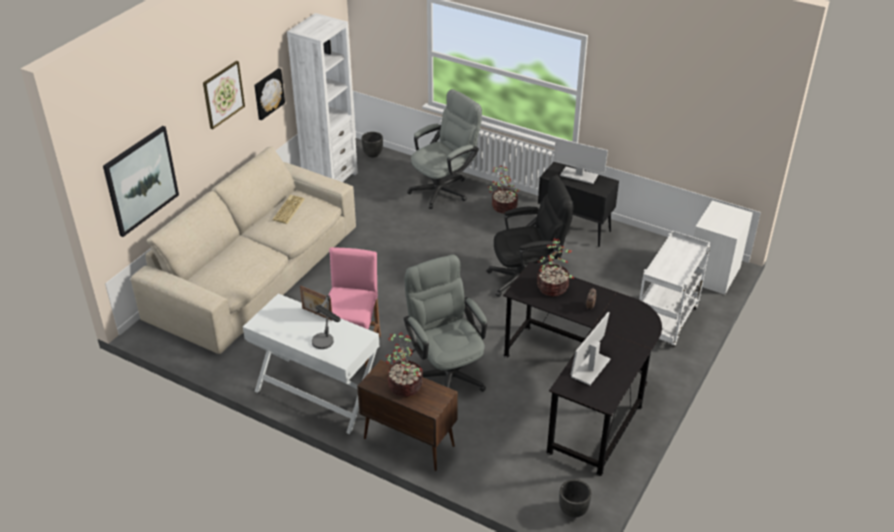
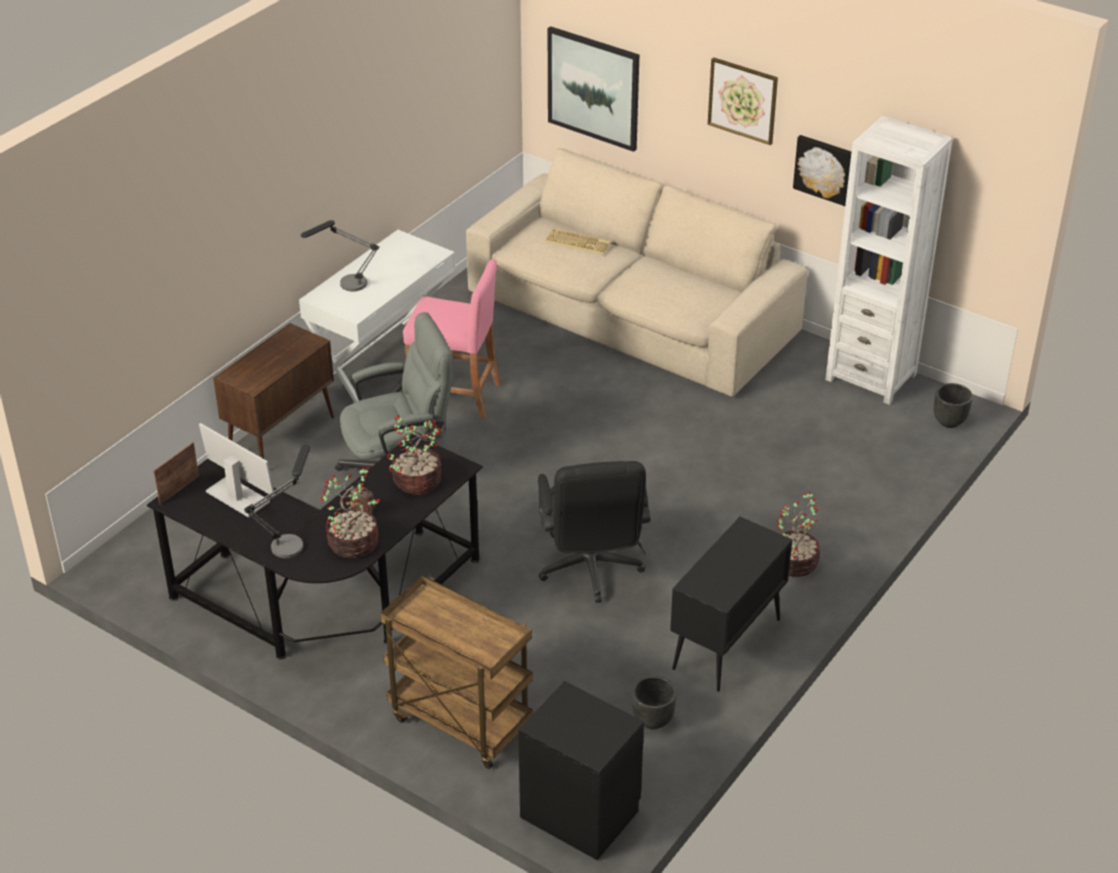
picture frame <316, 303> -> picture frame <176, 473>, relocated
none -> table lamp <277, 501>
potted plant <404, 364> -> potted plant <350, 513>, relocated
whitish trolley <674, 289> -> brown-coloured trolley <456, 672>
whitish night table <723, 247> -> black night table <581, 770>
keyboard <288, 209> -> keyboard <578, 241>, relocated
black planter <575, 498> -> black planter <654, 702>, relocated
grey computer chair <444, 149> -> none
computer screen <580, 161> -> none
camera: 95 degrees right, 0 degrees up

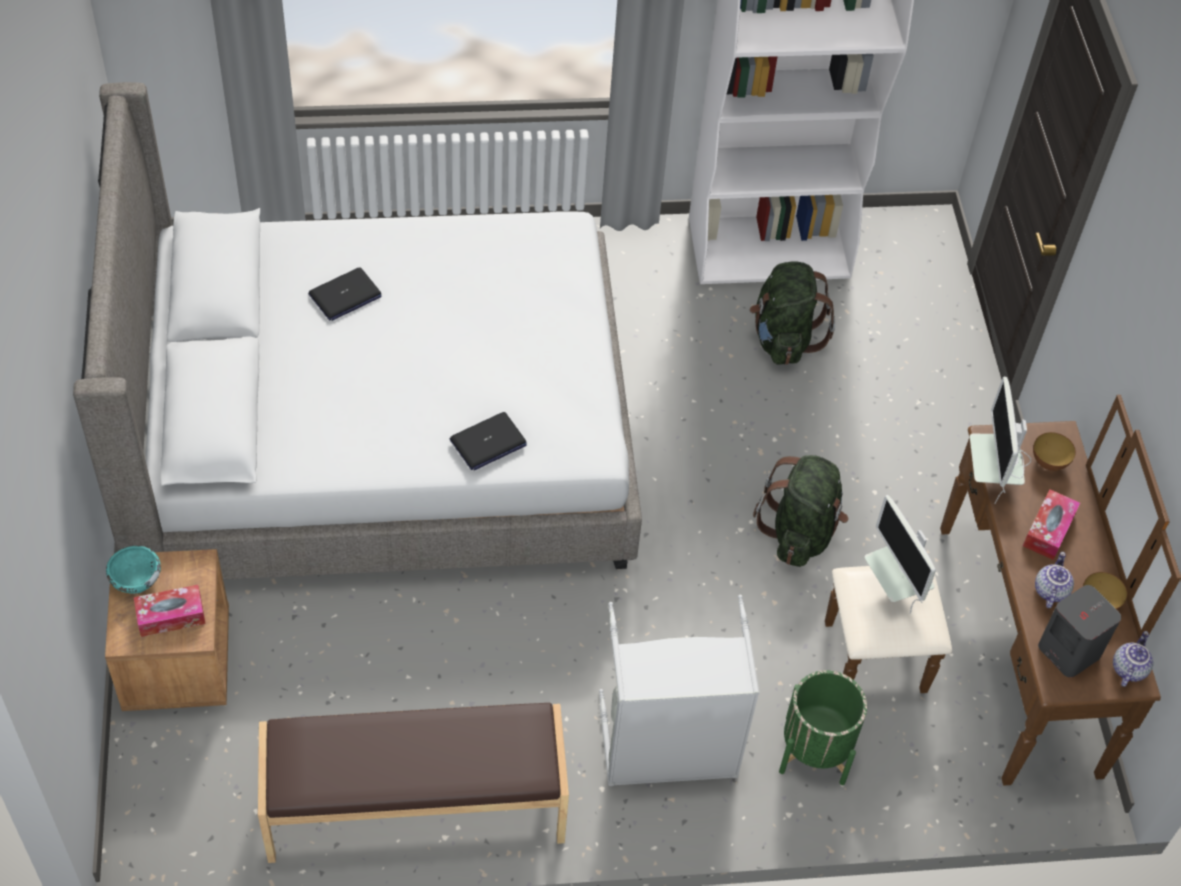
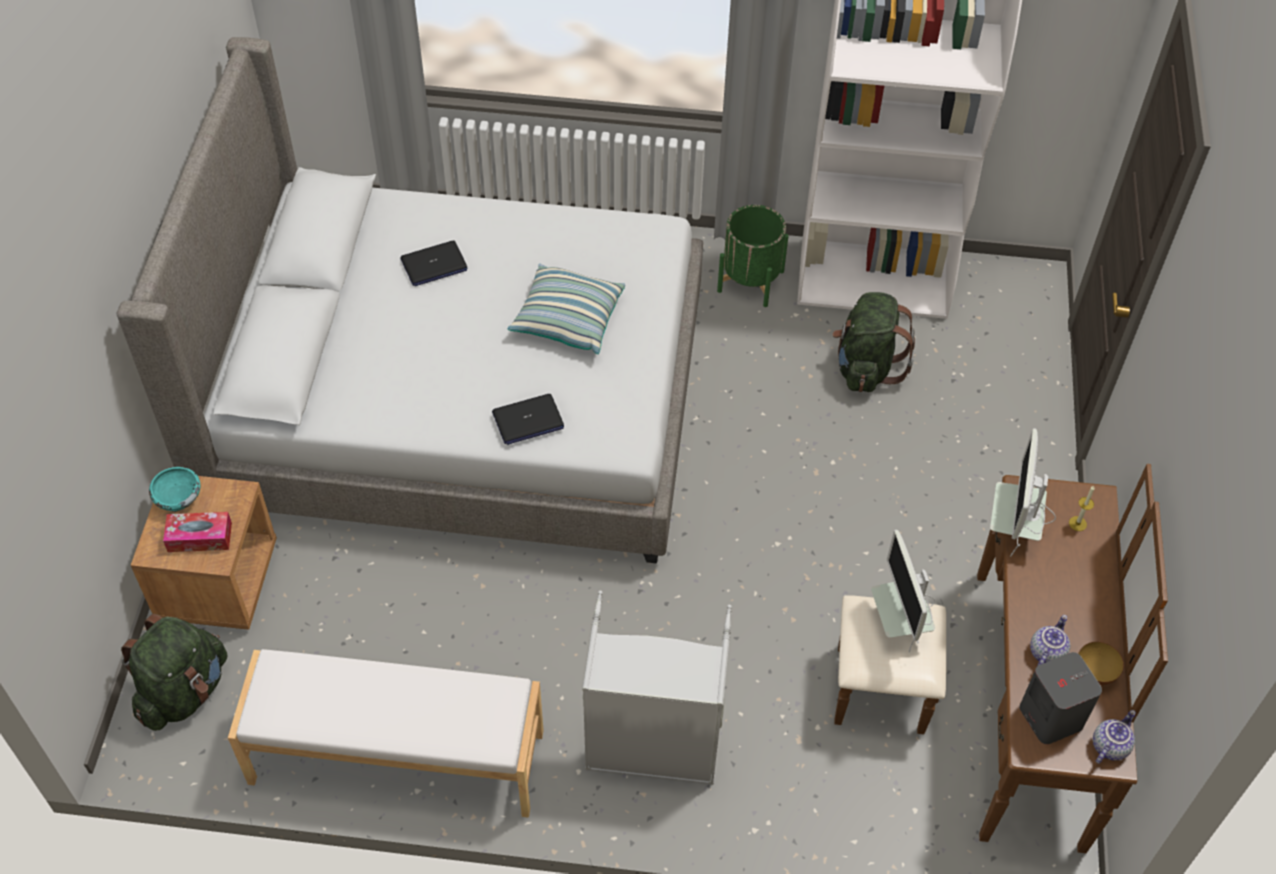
green knapsack <800, 511> -> green knapsack <174, 672>, relocated
brown-coloured bench <413, 783> -> whitish bench <386, 733>
none -> pillow <566, 309>
green planter <823, 727> -> green planter <753, 256>, relocated
deep dish <1054, 451> -> wax candle <1082, 508>
tissue box <1051, 524> -> none
camera: 15 degrees right, 0 degrees up

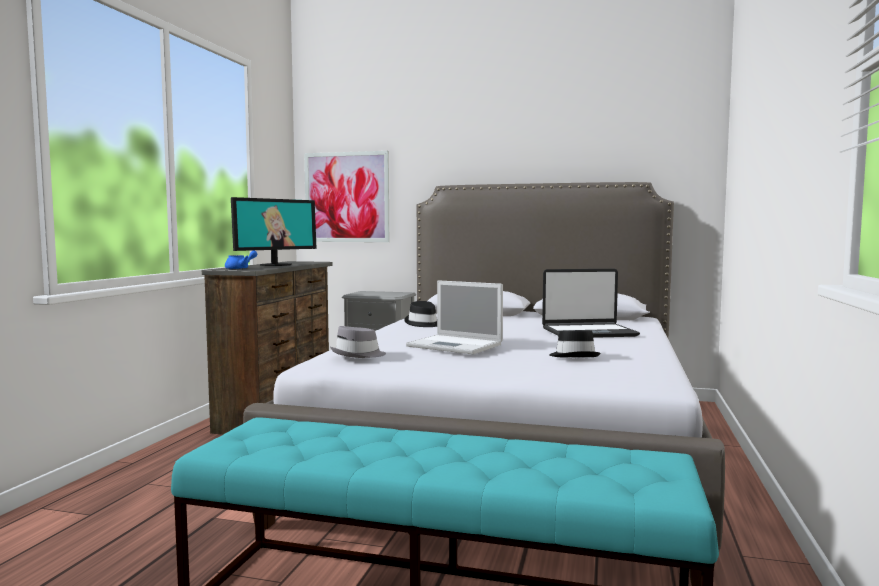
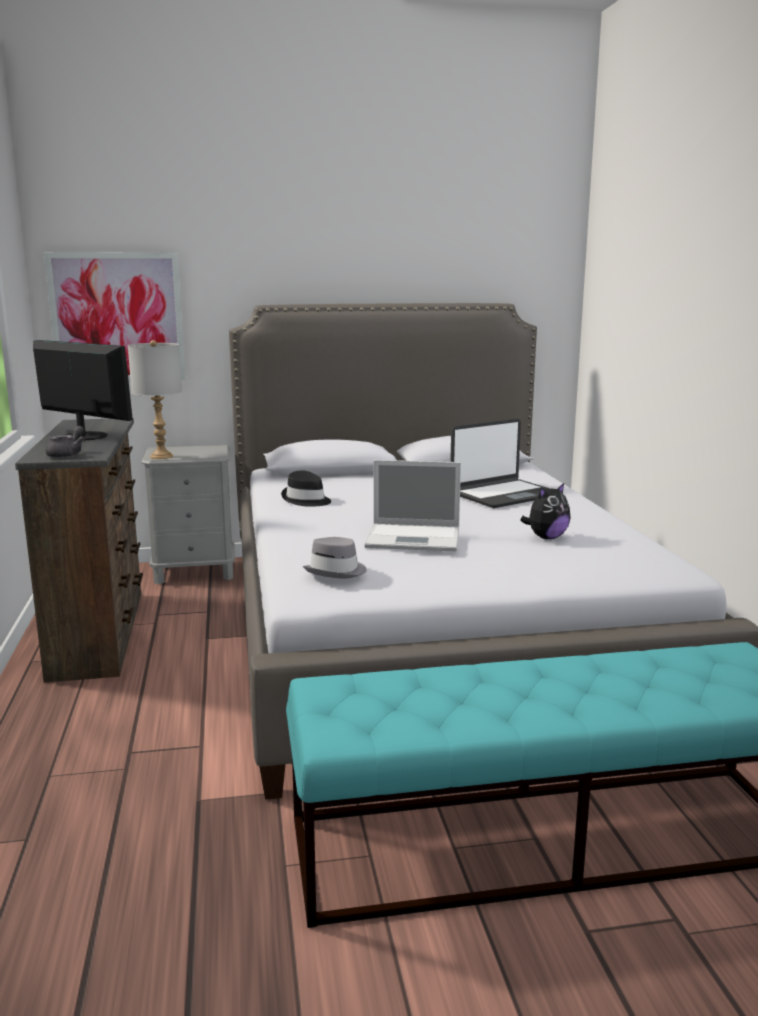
computer screen <274, 231> -> computer screen <83, 390>, 75 degrees counterclockwise
blue-coloured pot for tea <241, 260> -> grey pot for tea <65, 442>
none -> grey table lamp <155, 399>
black hat <575, 343> -> soft toy <545, 511>
camera: 25 degrees left, 10 degrees up

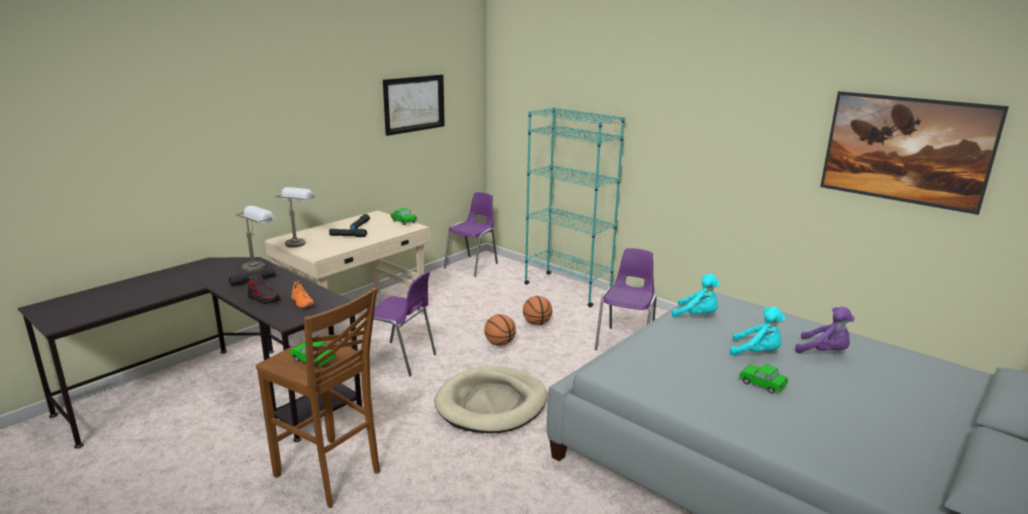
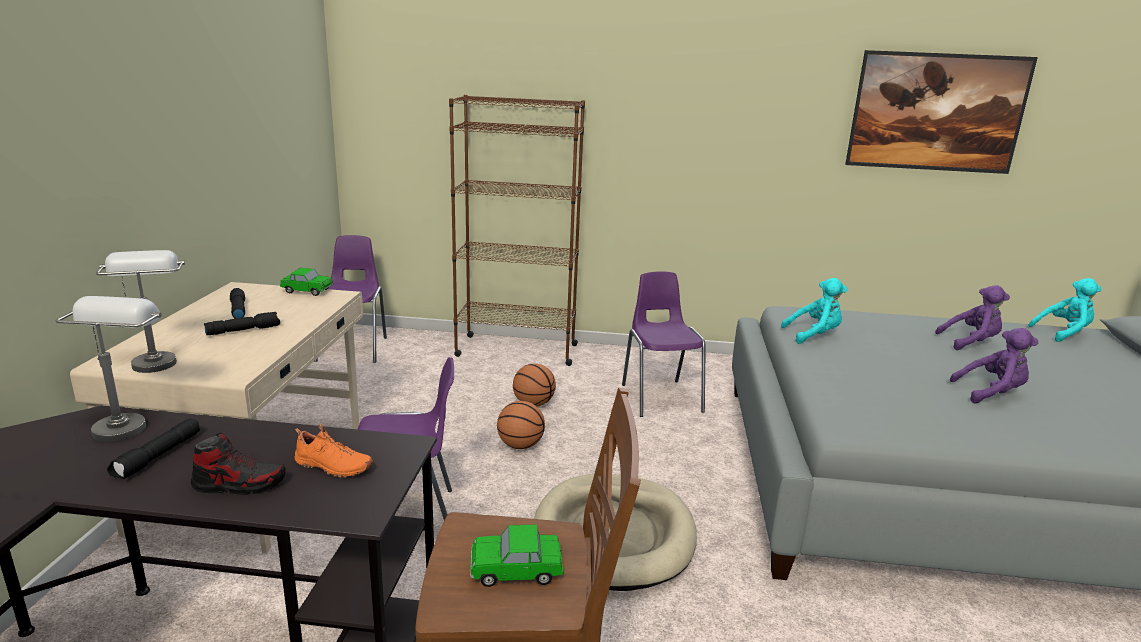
blue-green bookcase <574, 207> -> brown-coloured bookcase <517, 230>
toy car <763, 379> -> purple soft toy <994, 365>
blue-green soft toy <758, 331> -> blue-green soft toy <1064, 310>, relocated
picture <414, 105> -> none
camera: 35 degrees left, 0 degrees up

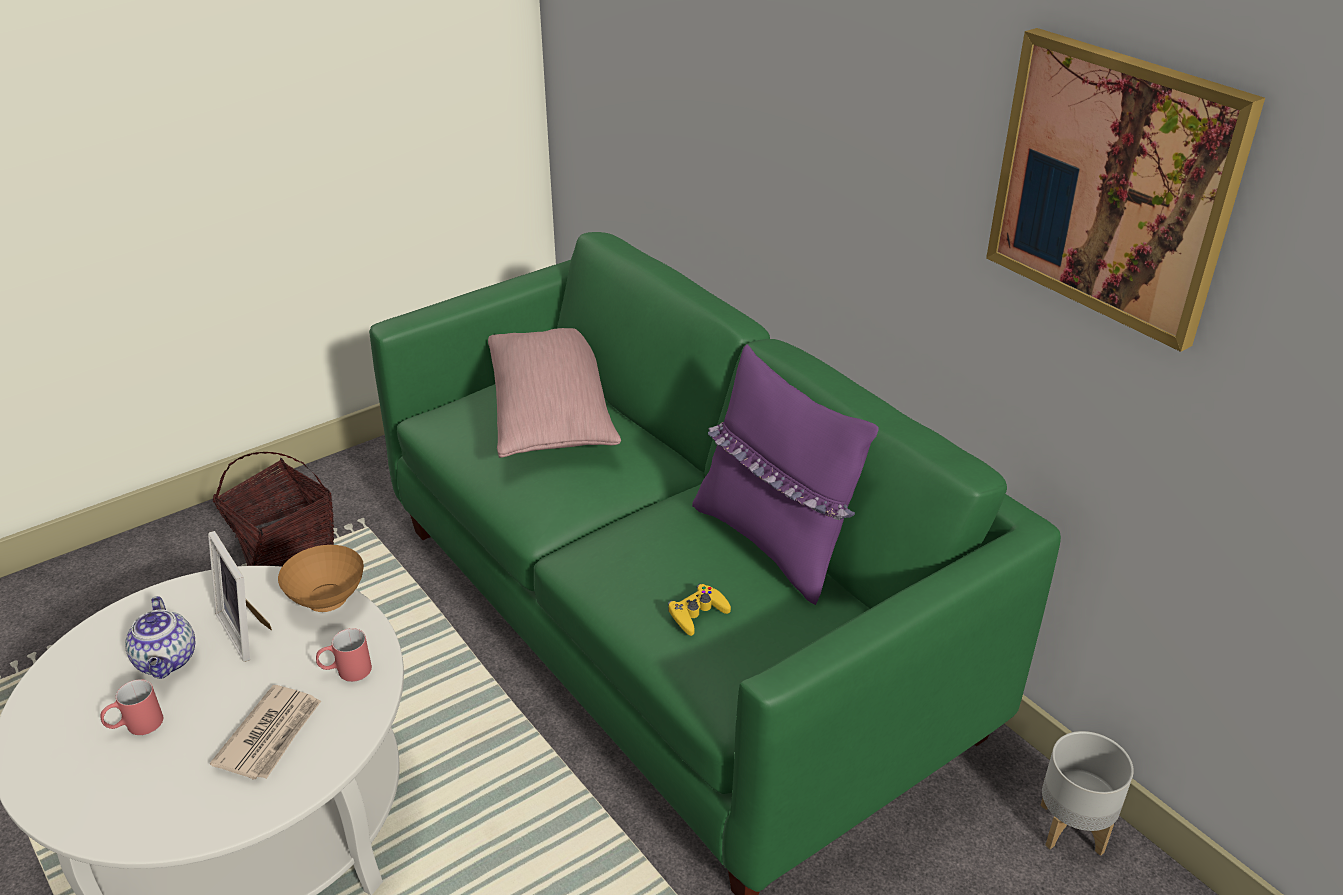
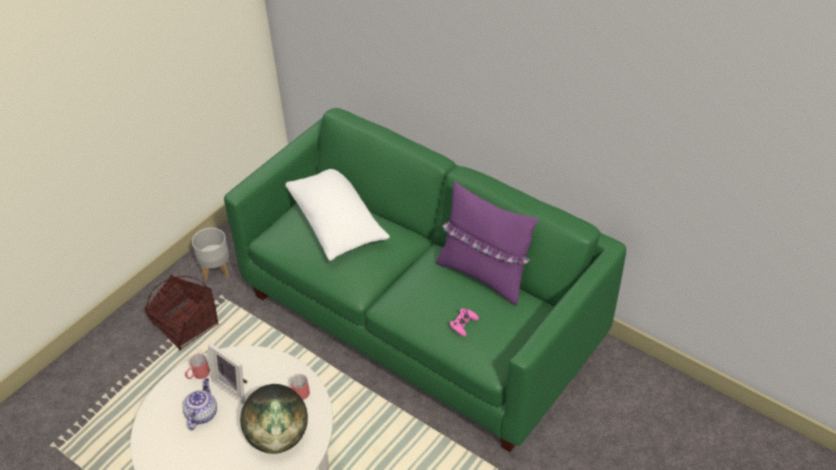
pot for tea <160, 637> -> pot for tea <200, 404>, 135 degrees counterclockwise
red mug <131, 707> -> red mug <197, 366>, relocated
grey planter <1087, 793> -> grey planter <210, 254>, relocated
newspaper <265, 732> -> globe <274, 419>
pink-coloured pillow <554, 393> -> whitish pillow <338, 215>
yellowish gamepad <699, 610> -> pink-coloured gamepad <464, 323>
brown-coloured deep dish <321, 578> -> none
picture <1125, 190> -> none
camera: 15 degrees left, 10 degrees up

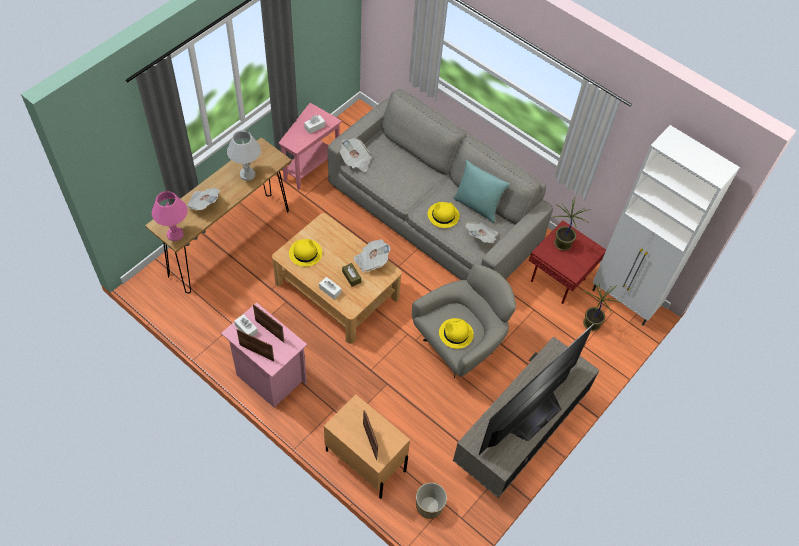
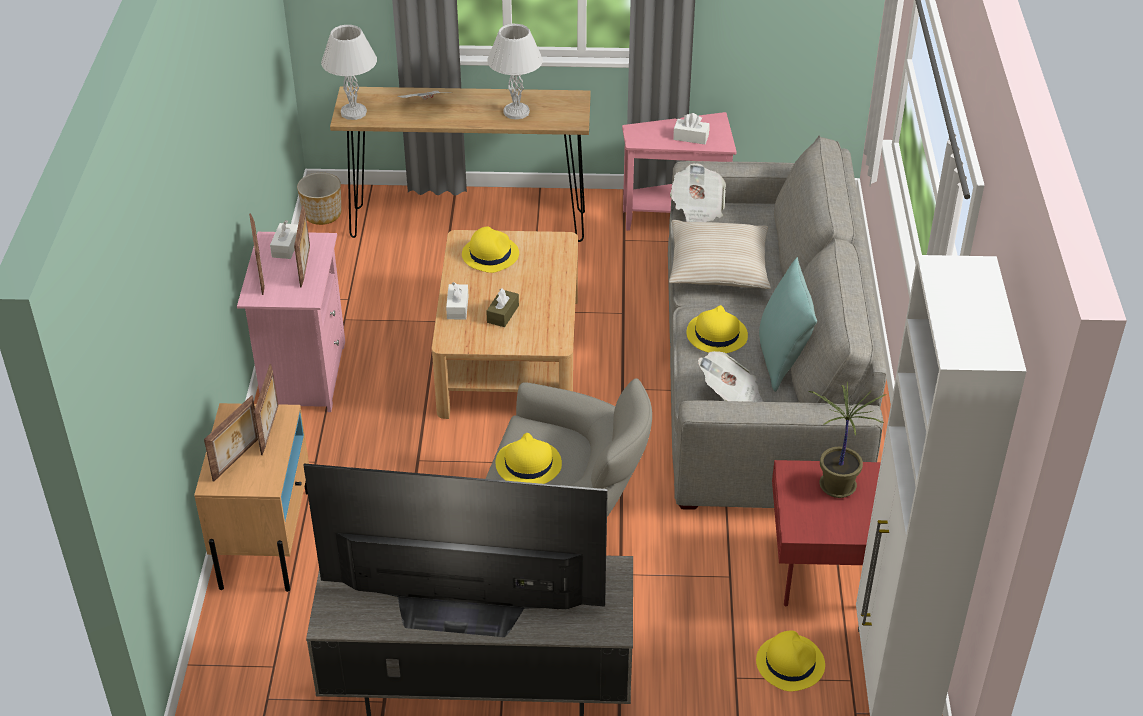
none -> picture frame <266, 409>
planter <431, 500> -> planter <319, 199>, relocated
pink-coloured table lamp <170, 216> -> whitish table lamp <349, 72>
none -> beige-coloured pillow <720, 254>
potted plant <601, 307> -> yellowish hat <790, 661>
newspaper <372, 255> -> none
camera: 55 degrees right, 15 degrees down

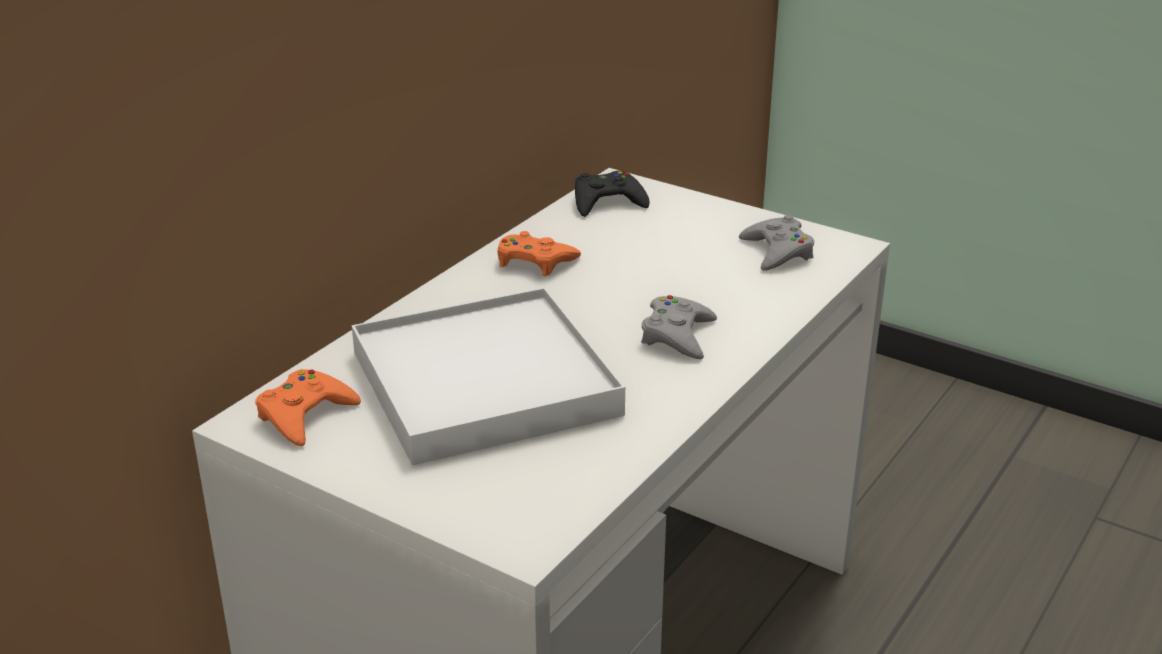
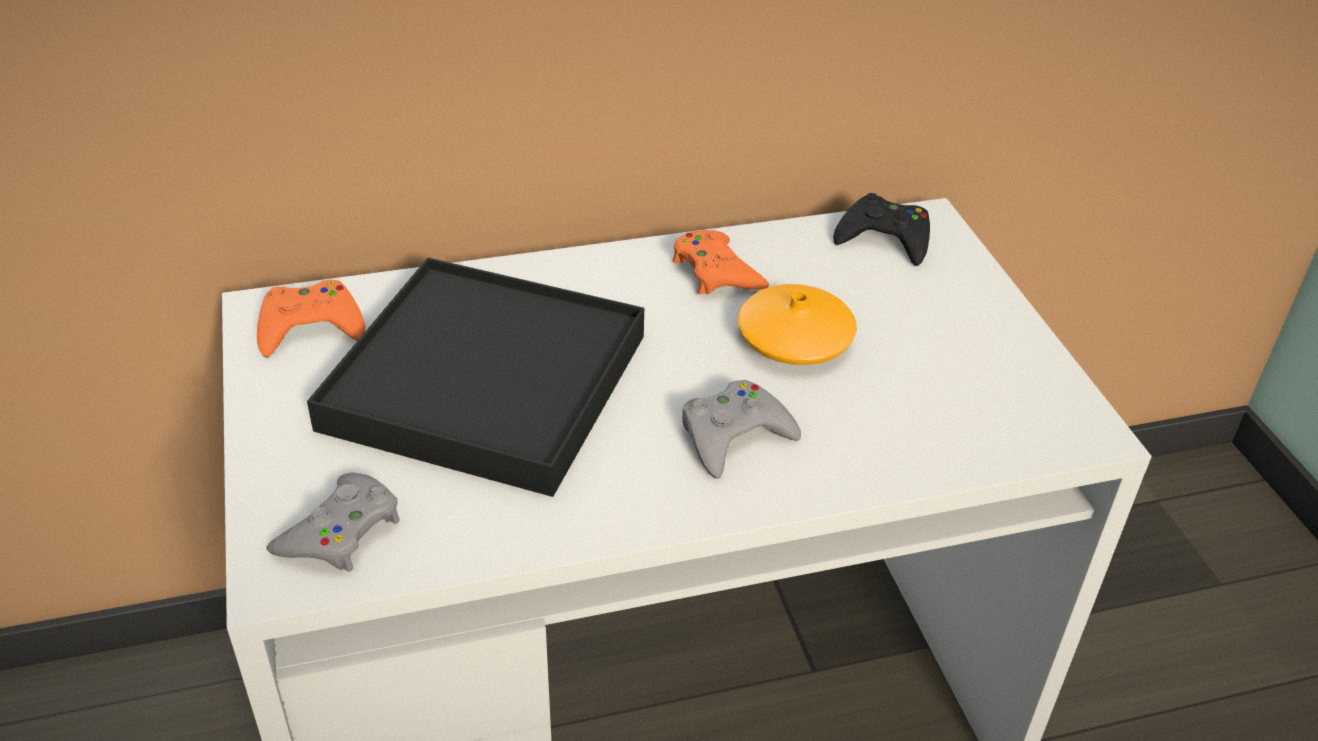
grey gamepad <776, 242> -> grey gamepad <333, 522>, relocated
whitish carrying tray <488, 376> -> black carrying tray <475, 377>
none -> orange-coloured vase <797, 324>
camera: 40 degrees right, 10 degrees up

